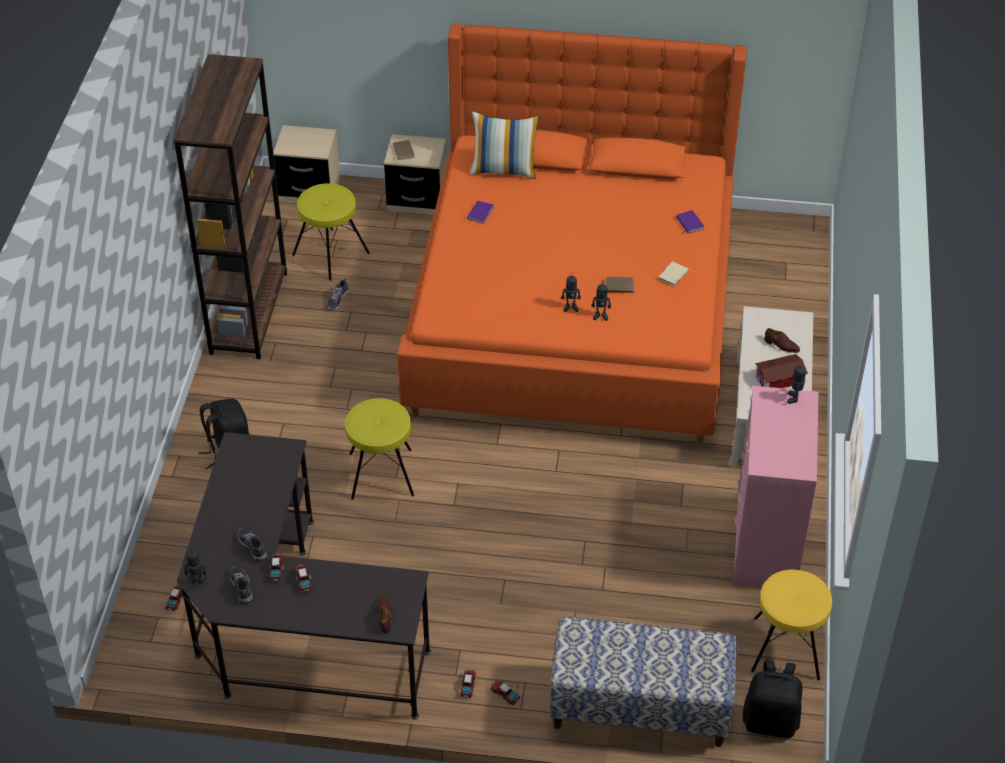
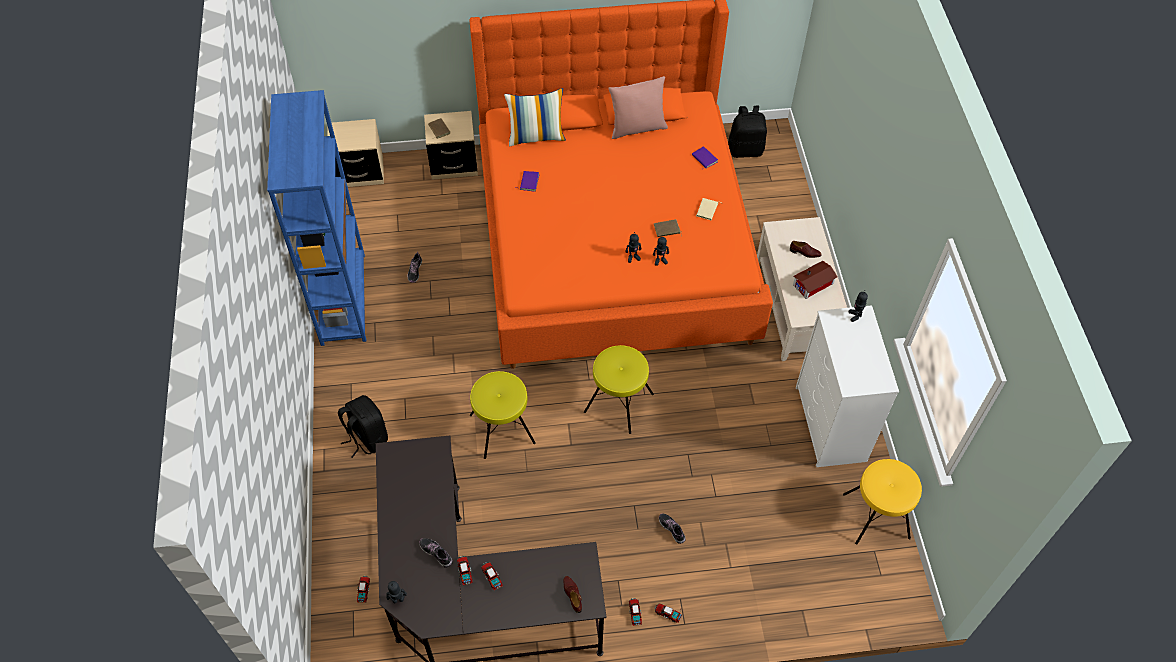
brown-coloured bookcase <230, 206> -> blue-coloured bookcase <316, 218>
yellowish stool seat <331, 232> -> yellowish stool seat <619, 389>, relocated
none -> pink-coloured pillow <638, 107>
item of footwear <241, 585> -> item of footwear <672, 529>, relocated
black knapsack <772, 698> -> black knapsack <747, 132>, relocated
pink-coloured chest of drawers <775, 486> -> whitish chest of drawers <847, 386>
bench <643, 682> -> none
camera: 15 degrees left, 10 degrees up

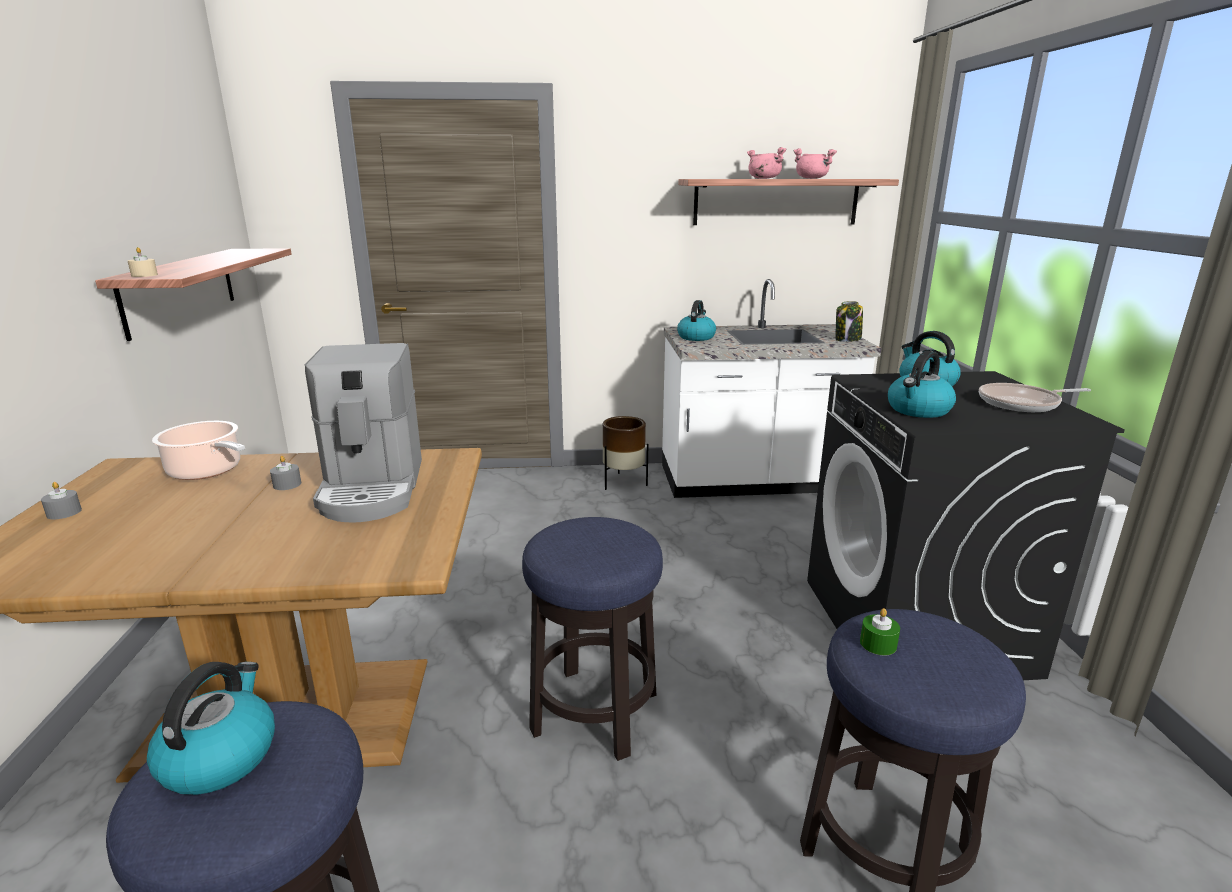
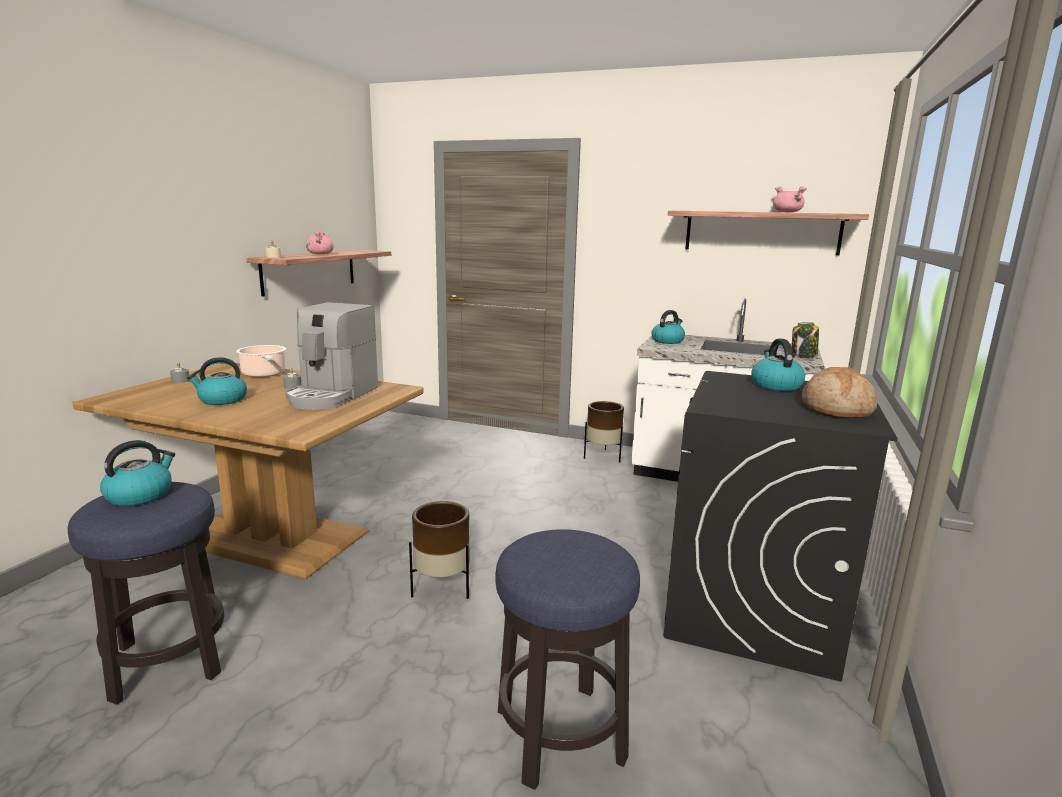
tea kettle <922, 384> -> tea kettle <217, 381>, relocated
pink-coloured saucepot <767, 163> -> pink-coloured saucepot <320, 242>, relocated
stool seat <592, 639> -> brown-coloured planter <439, 550>
skillet <1035, 397> -> bakery bread <839, 392>
green wax candle <880, 631> -> none
camera: 25 degrees right, 5 degrees down

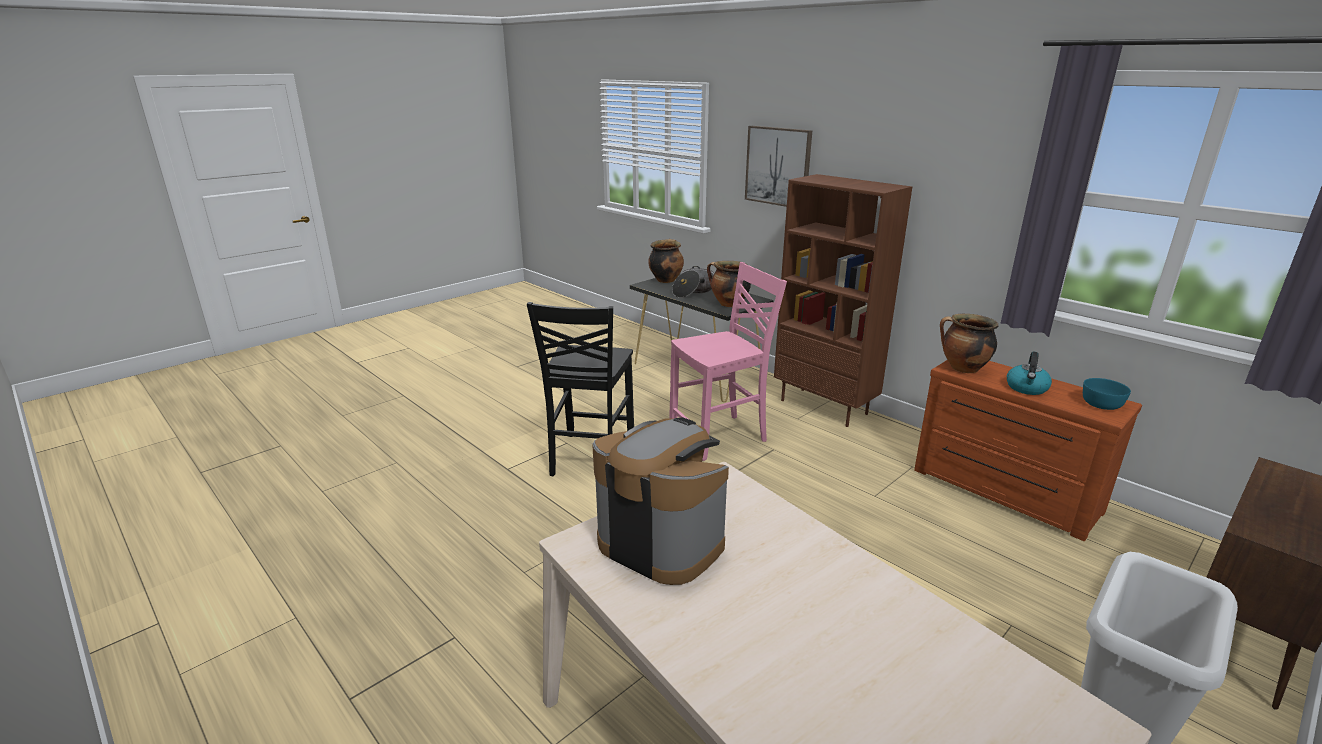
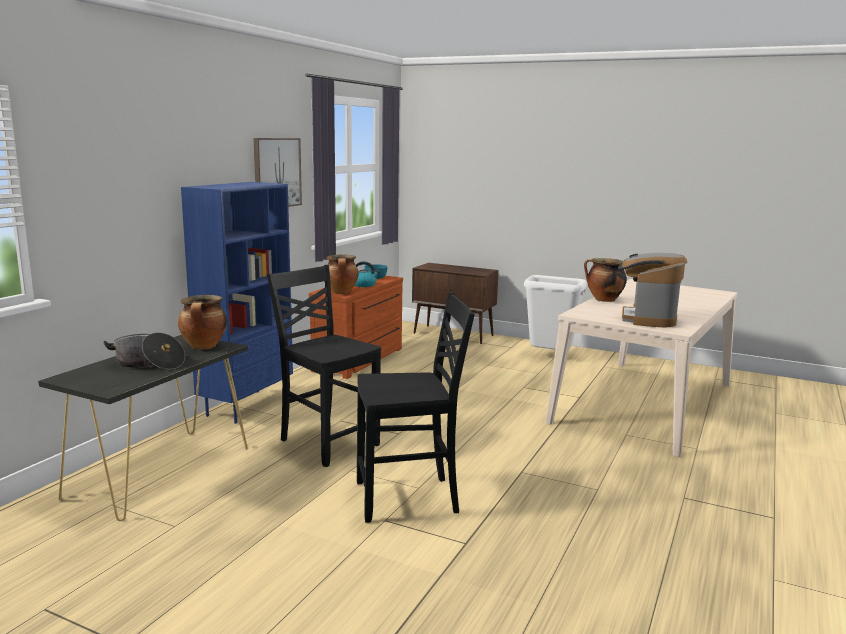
brown-coloured bookcase <843, 300> -> blue-coloured bookcase <237, 303>
picture <778, 166> -> picture <277, 172>, relocated
pink-coloured chair <728, 361> -> black chair <324, 366>
saucepot <666, 261> -> saucepot <605, 280>, relocated
camera: 110 degrees left, 10 degrees down

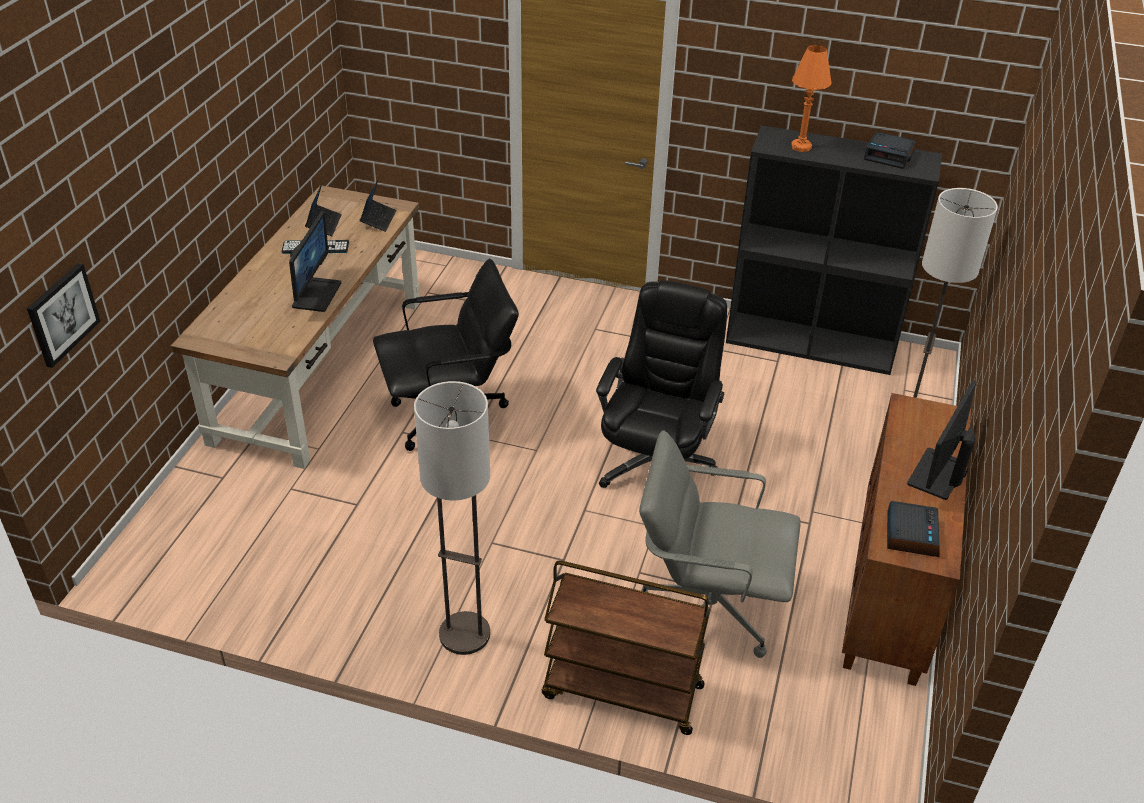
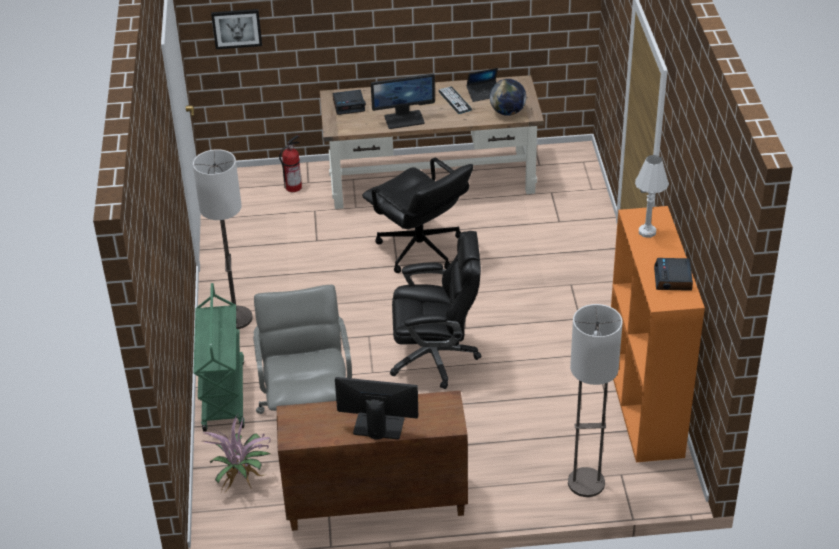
brown-coloured trolley <626, 647> -> green trolley <219, 357>
none -> potted plant <236, 453>
none -> extinguisher <290, 163>
alarm clock <913, 529> -> alarm clock <349, 102>, relocated
notebook computer <378, 206> -> globe <508, 97>
black bookcase <834, 250> -> orange-coloured bookcase <658, 334>
orange-coloured table lamp <811, 98> -> whitish table lamp <652, 196>
camera: 70 degrees right, 0 degrees up

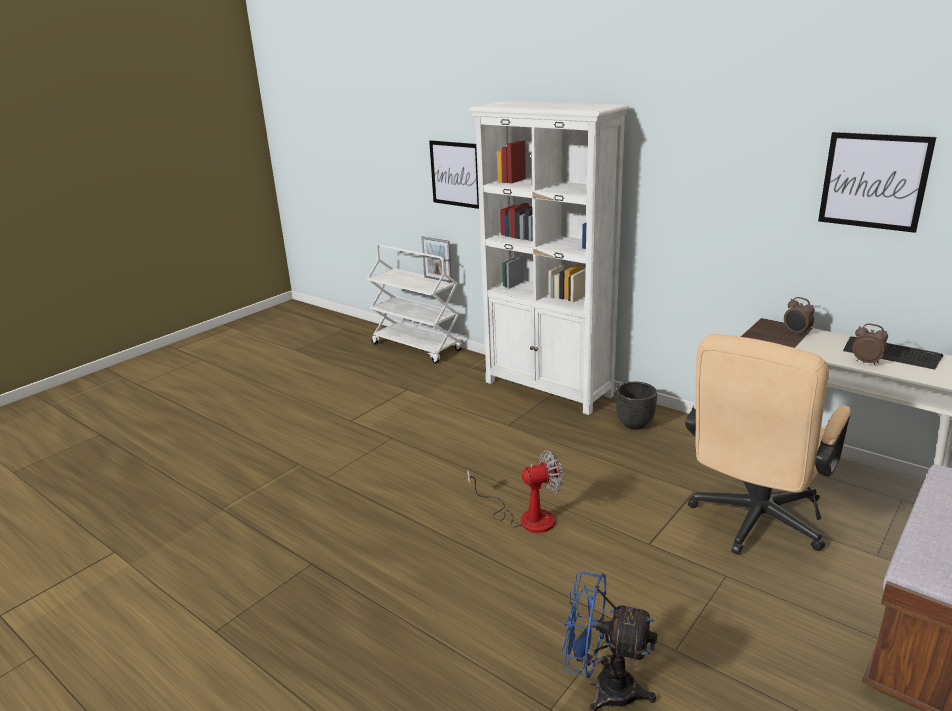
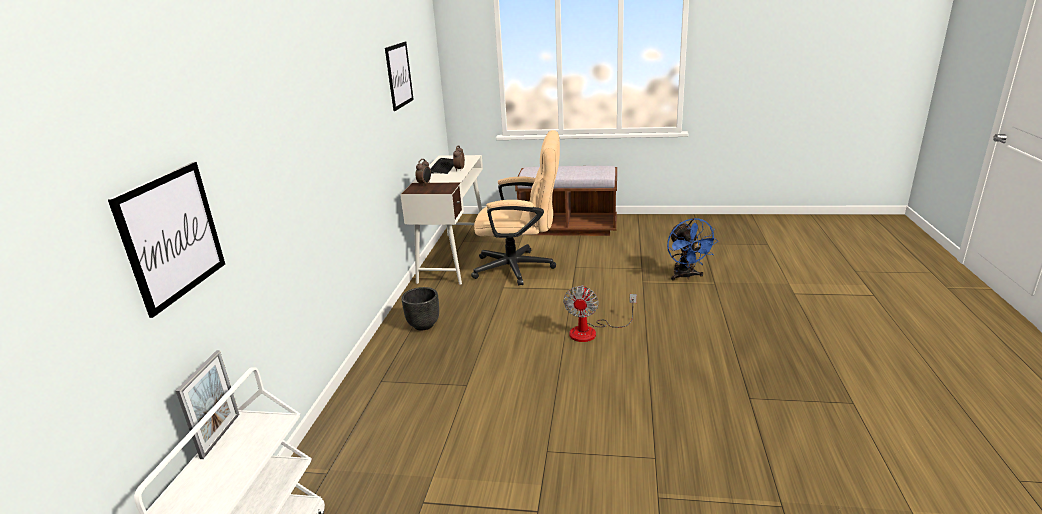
fan <515, 491> -> fan <600, 313>, 120 degrees counterclockwise
whitish bookcase <549, 258> -> none
camera: 120 degrees left, 0 degrees up

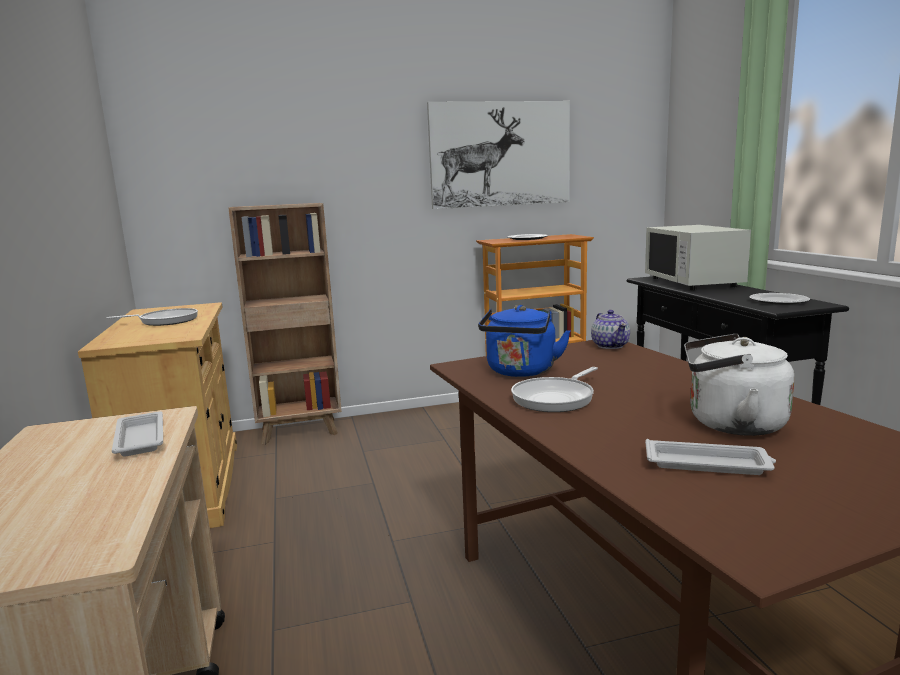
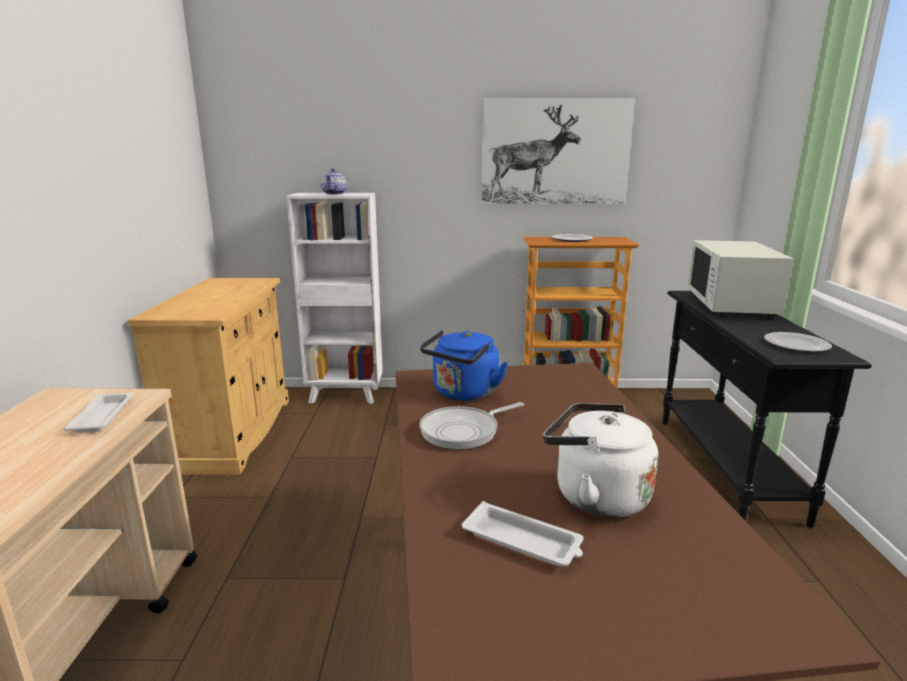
brown-coloured bookcase <285, 324> -> whitish bookcase <335, 298>
pot for tea <610, 329> -> pot for tea <334, 181>, relocated
skillet <152, 317> -> none
camera: 15 degrees right, 5 degrees up

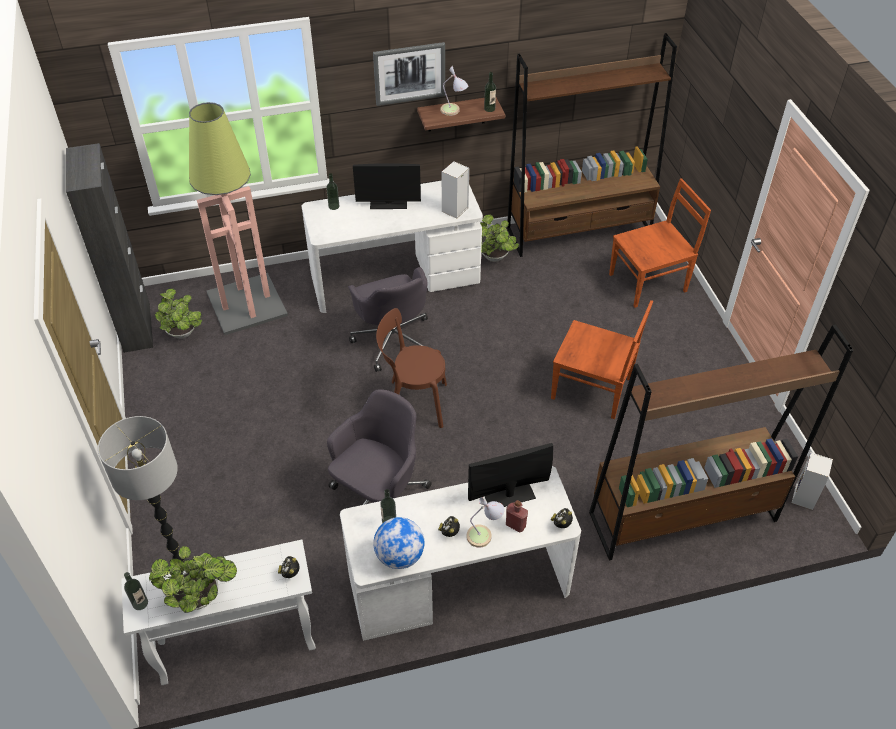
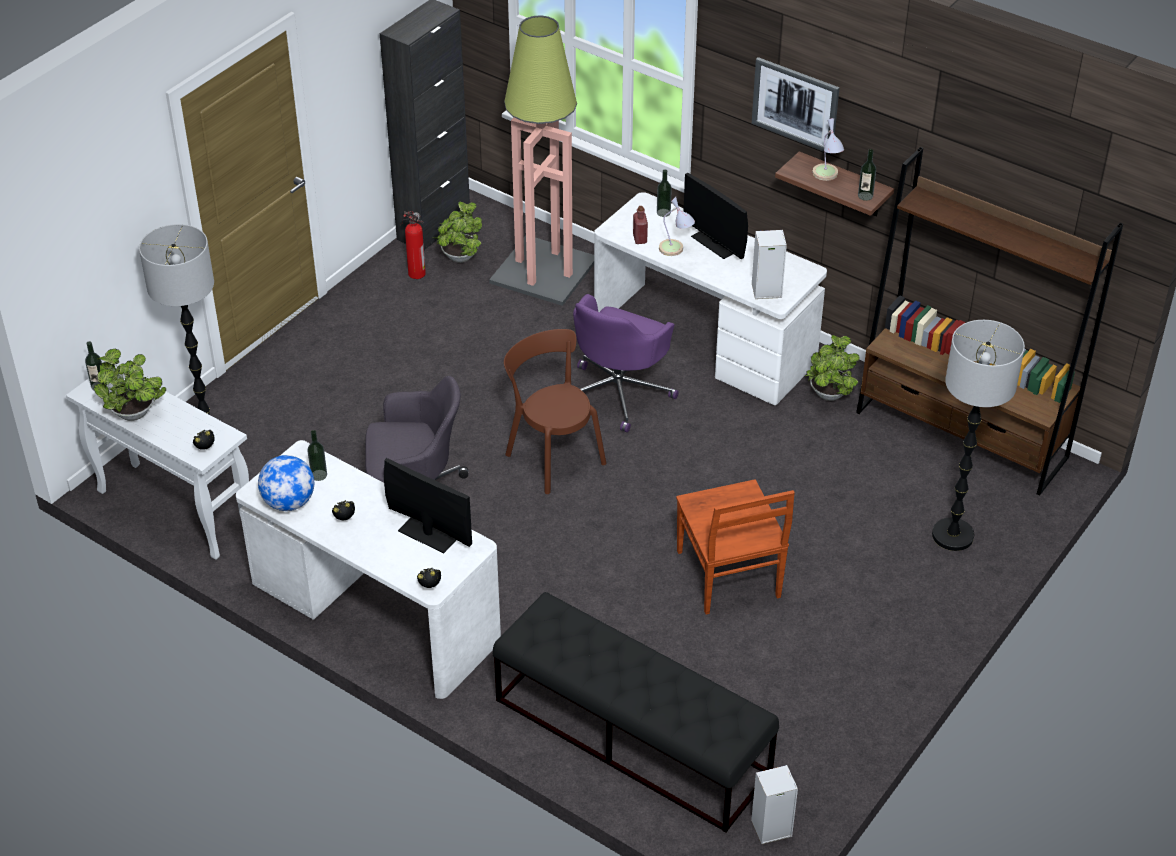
none -> extinguisher <413, 245>
brown-coloured bookcase <721, 442> -> black bench <636, 712>
grey computer chair <388, 319> -> purple computer chair <626, 363>
red beverage bottle <517, 516> -> red beverage bottle <640, 225>, relocated
table lamp <485, 522> -> table lamp <677, 226>, relocated
brown-coloured chair <660, 243> -> standard lamp <978, 435>
camera: 50 degrees right, 5 degrees down

